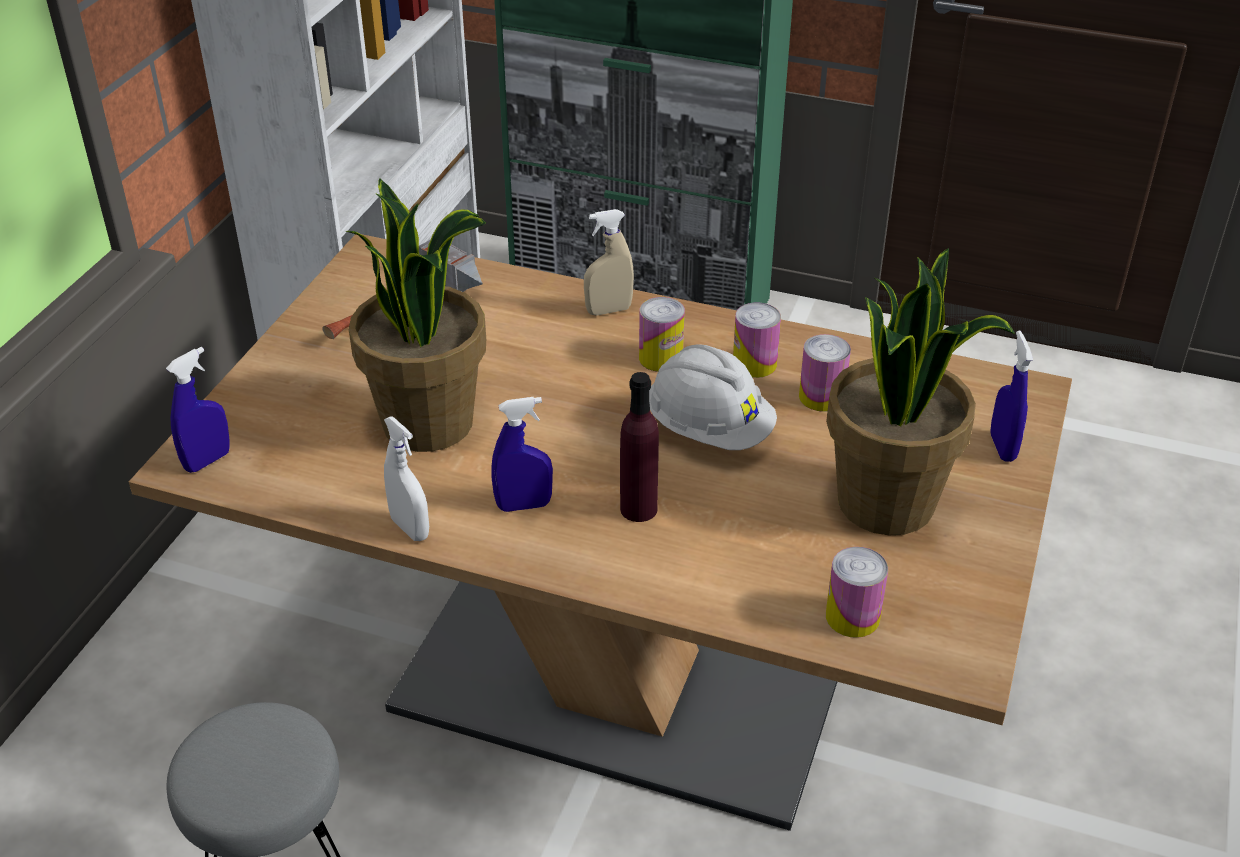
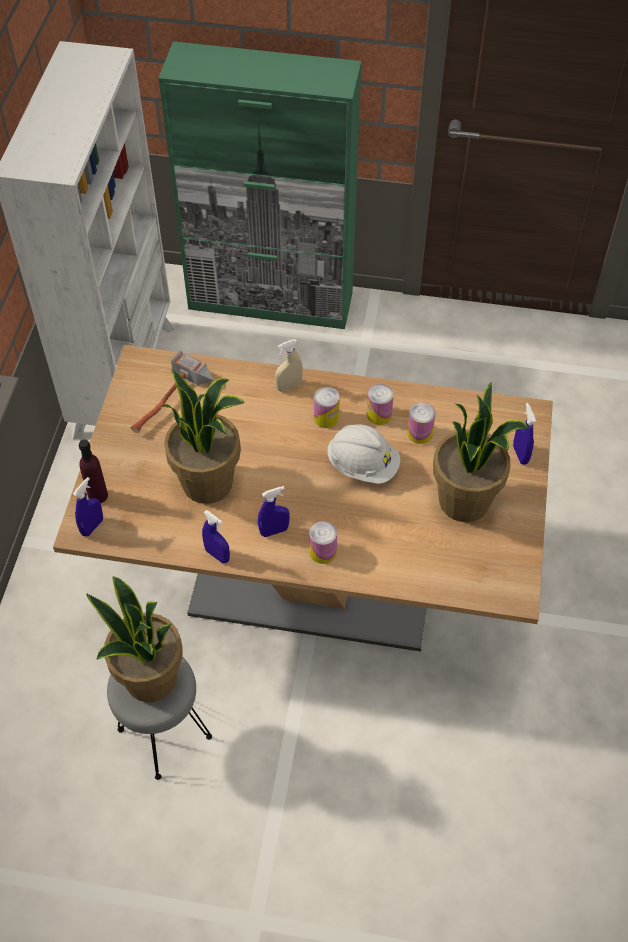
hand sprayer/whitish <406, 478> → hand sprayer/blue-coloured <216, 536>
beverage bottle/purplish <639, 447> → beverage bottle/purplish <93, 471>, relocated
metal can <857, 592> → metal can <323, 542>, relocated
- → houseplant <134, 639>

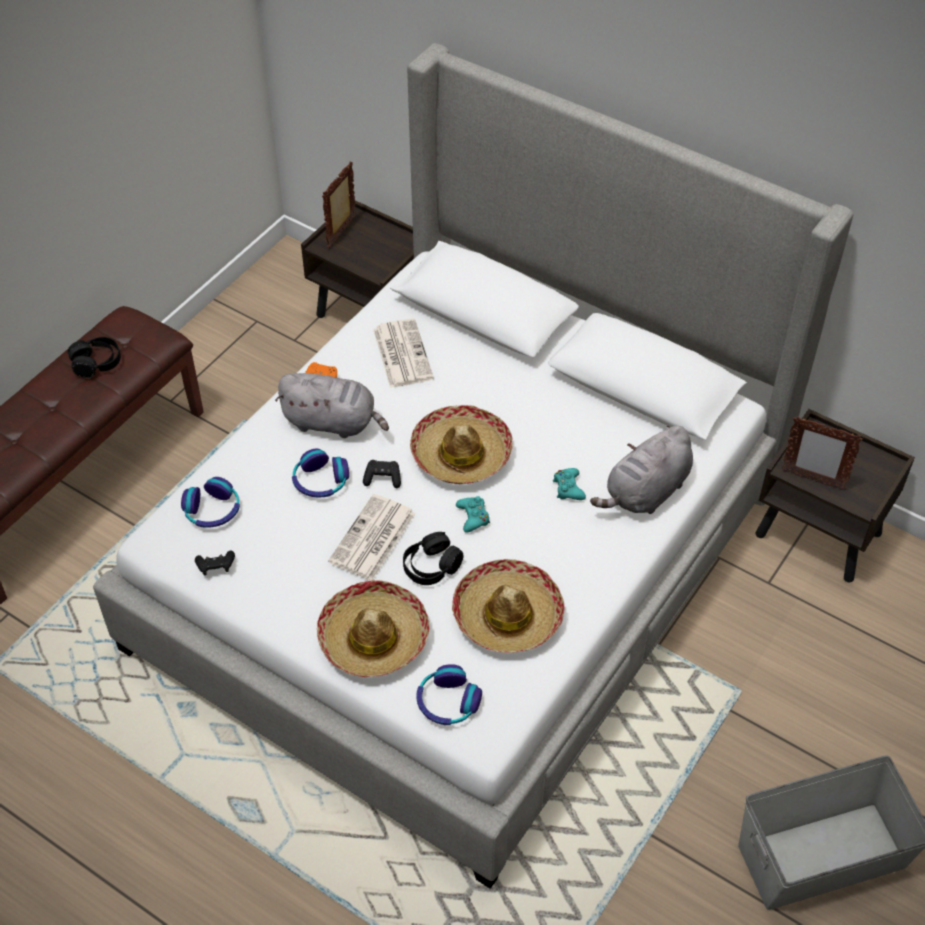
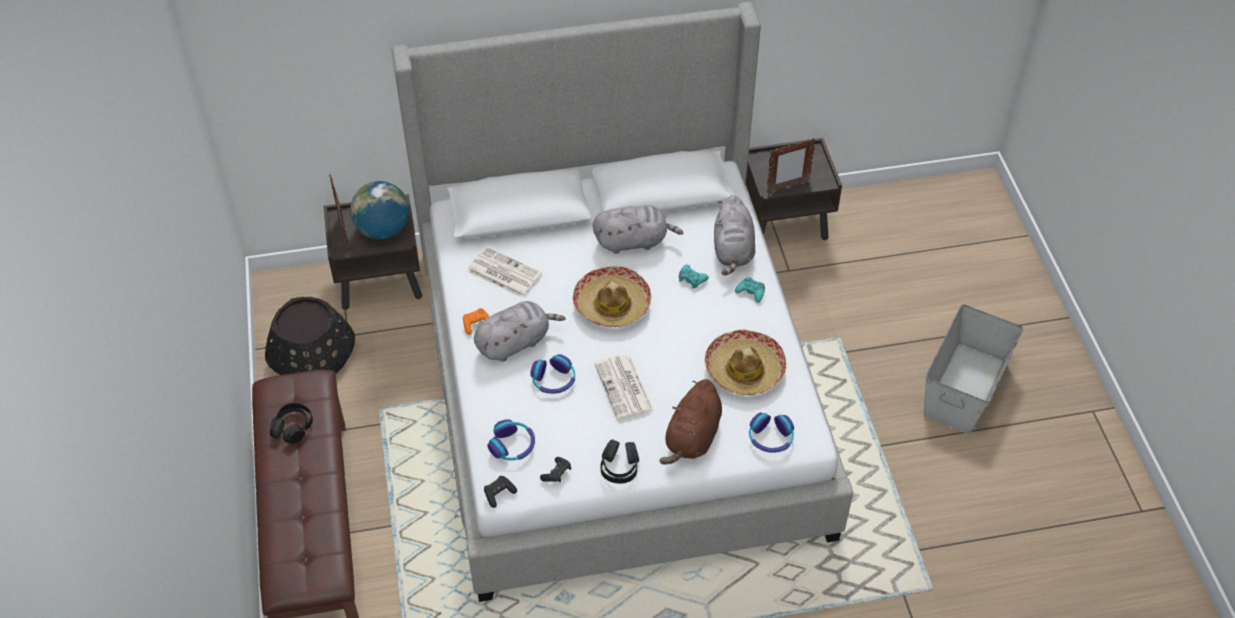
hat <373, 629> → plush toy/brownish <690, 422>
joypad/black <382, 474> → joypad/black <500, 492>, relocated
pair of headphones/black <433, 558> → pair of headphones/black <619, 461>, relocated
joypad/turquoise <473, 514> → joypad/turquoise <750, 290>, relocated
- → flower pot/black <310, 336>
- → desk globe <379, 210>
- → plush toy/greyish <638, 229>

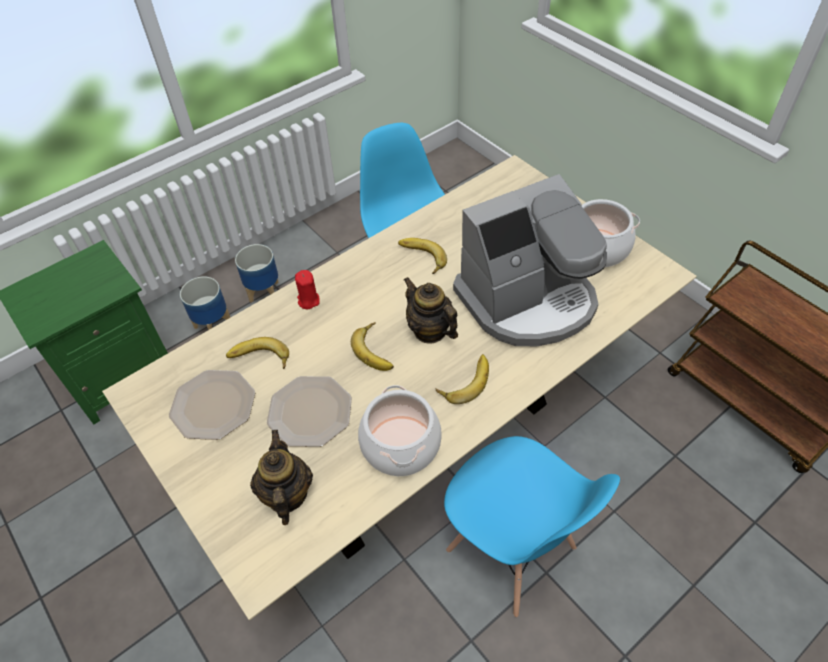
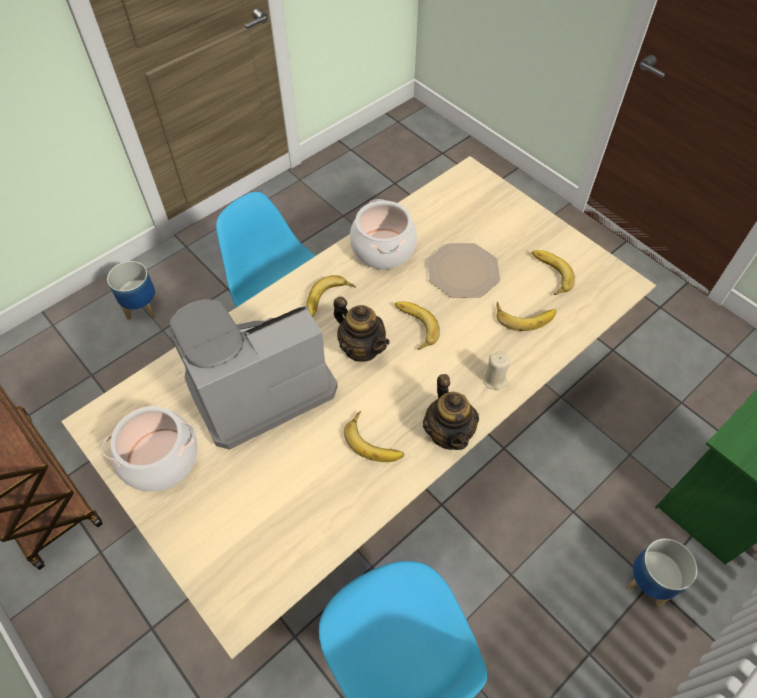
flat dish <212, 405> → whole banana <553, 272>
flower pot <257, 273> → flower pot <132, 290>, relocated
tea pot <281, 477> → tea pot <451, 412>, relocated
candle/red <307, 289> → candle/beige <496, 371>

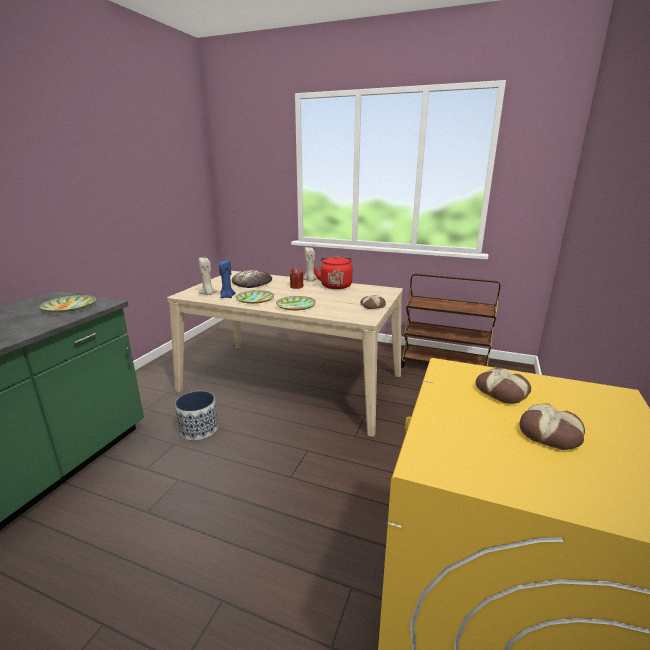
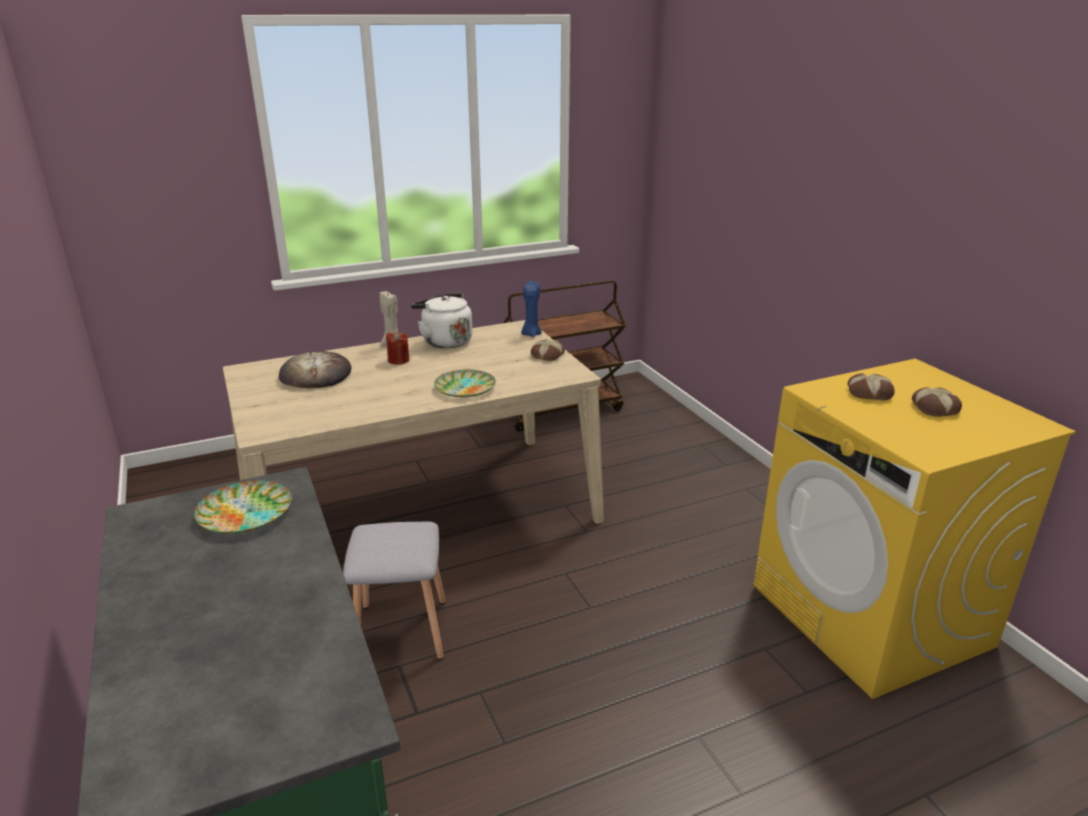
flower pot <196, 415> → stool/greyish <394, 591>
candle/beige <207, 276> → -
candle/blue-coloured <227, 278> → candle/blue-coloured <531, 309>, relocated
flat dish <255, 297> → -
kettle/red <333, 272> → kettle/whitish <441, 320>

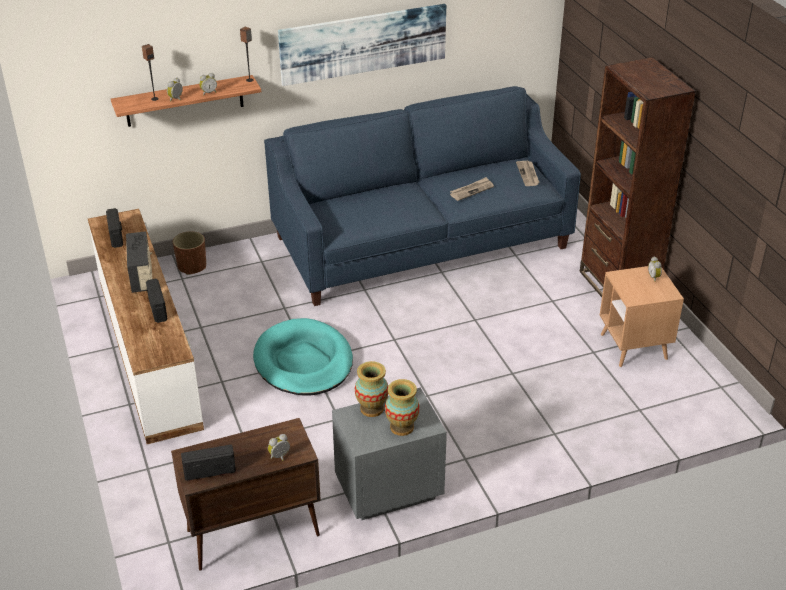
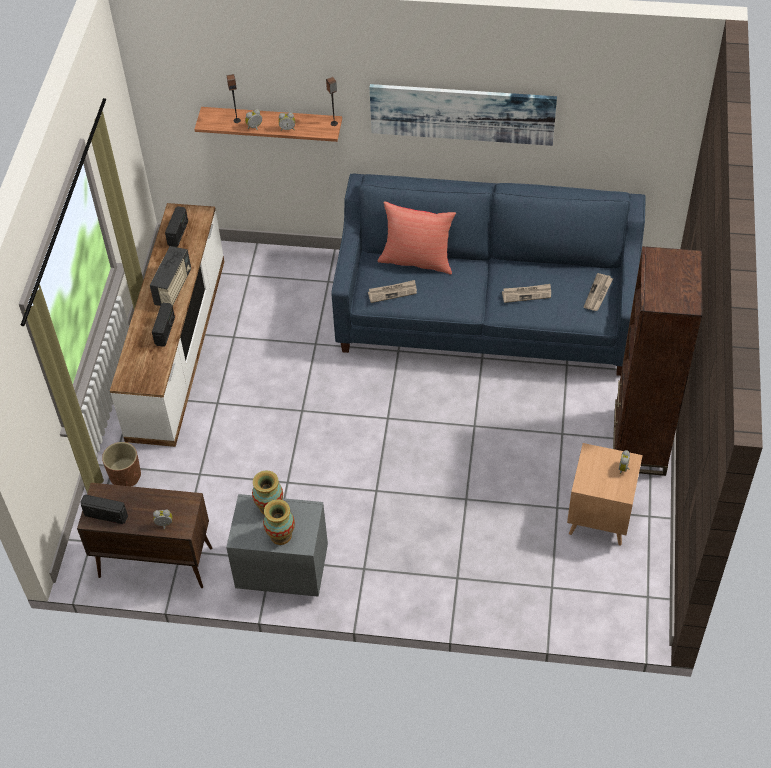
flower pot/brownish <189, 253> → flower pot/brownish <121, 464>, relocated
dog bed/turquoise <303, 356> → -
- → printed paper <392, 291>
- → cushion/red <417, 238>

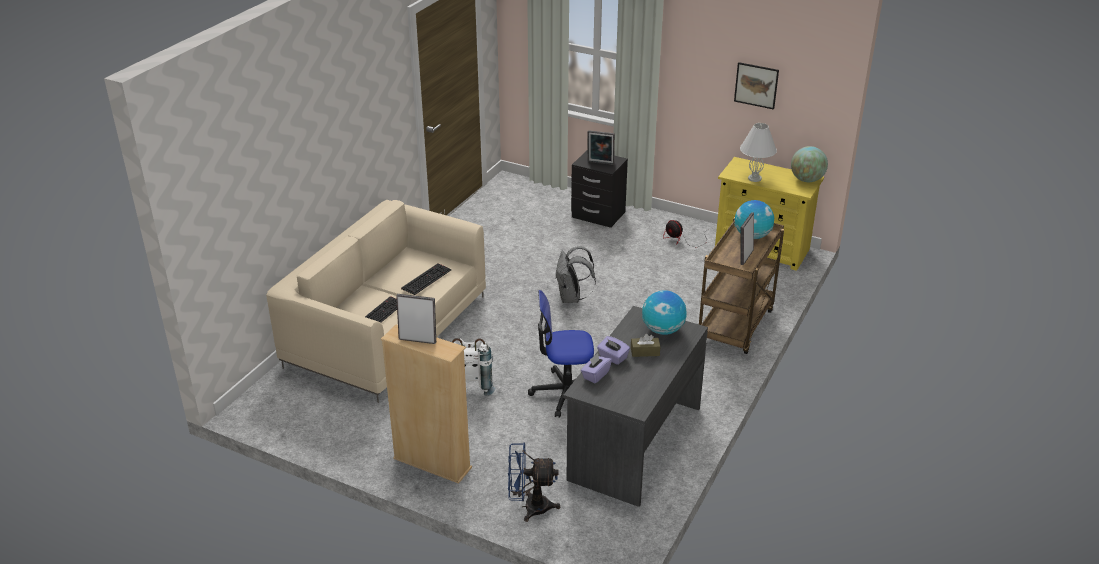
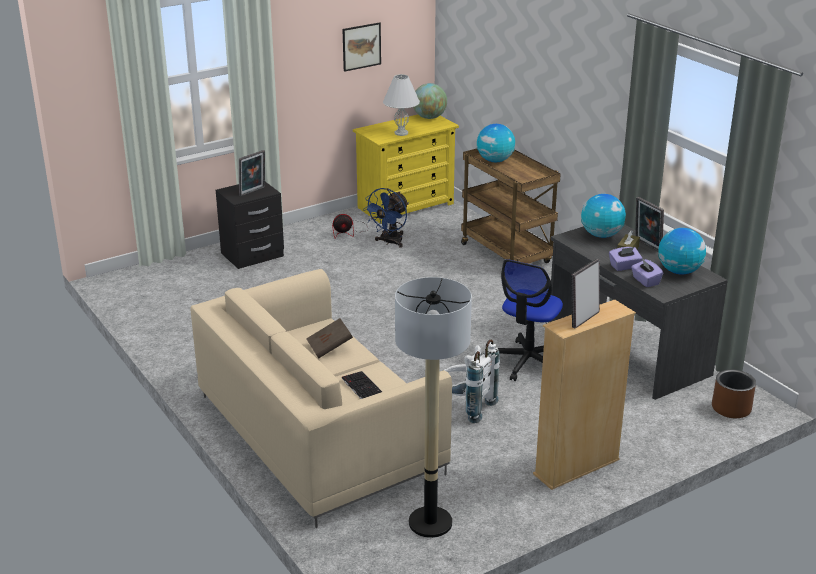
keyboard <426, 279> → book/brownish <329, 338>
cooling fan/blue-coloured <534, 482> → cooling fan/blue-coloured <386, 218>, relocated
rucksack/greyish <575, 274> → -
picture frame <747, 238> → picture frame <649, 224>, relocated
- → standing lamp <433, 407>
- → desk globe <682, 251>
- → flower pot/brownish <734, 393>

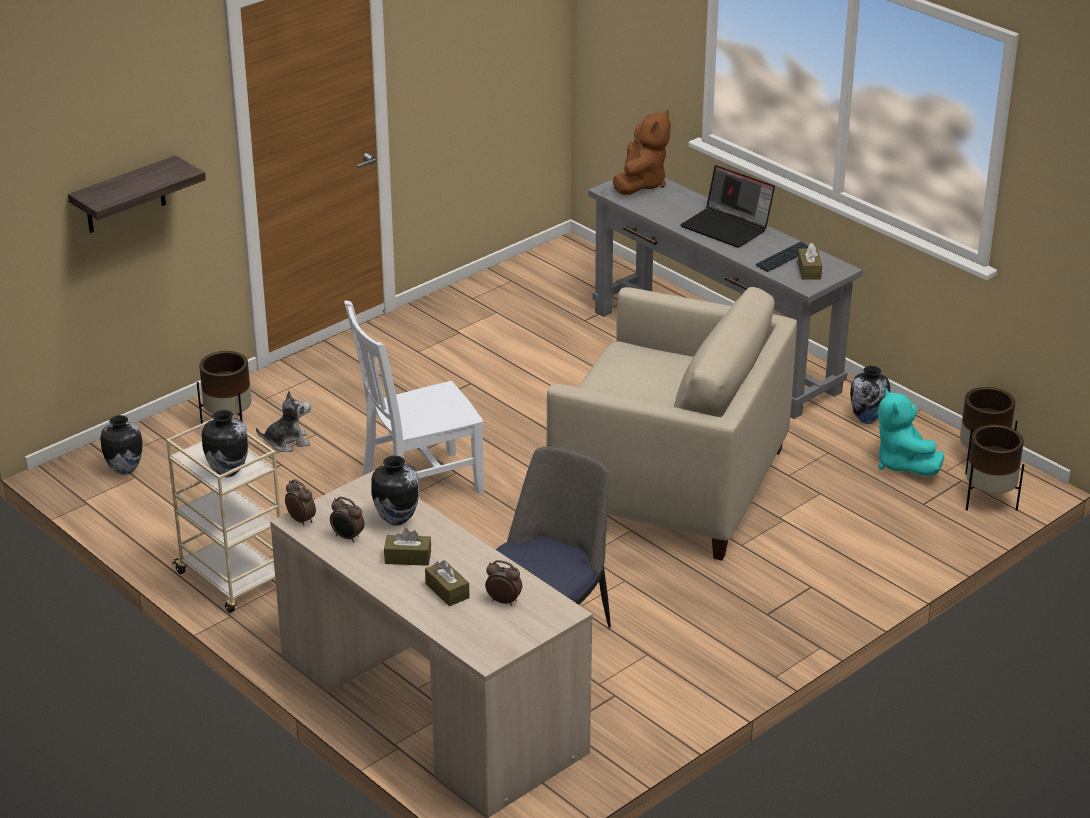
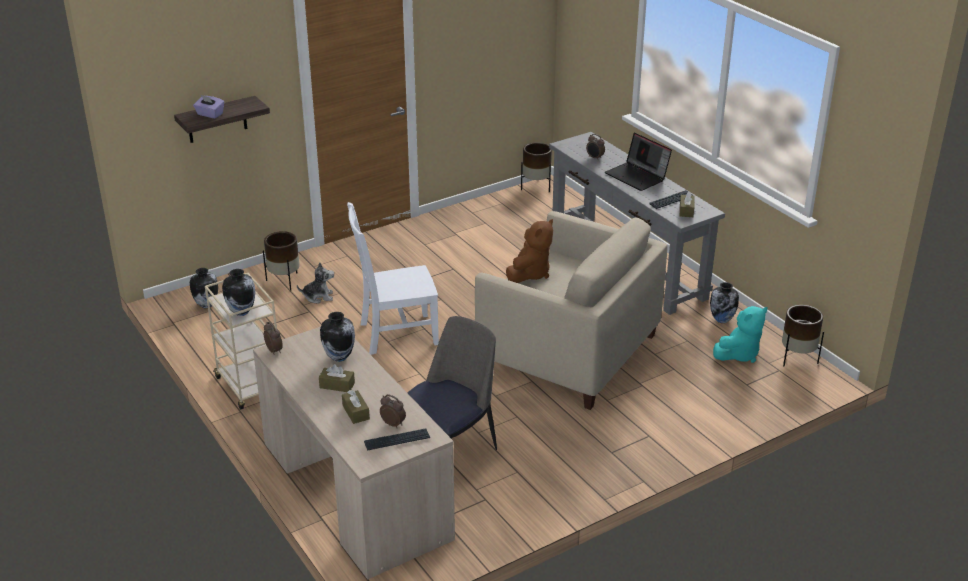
alarm clock <347, 520> → alarm clock <595, 146>, relocated
plush toy/brownish <642, 152> → plush toy/brownish <529, 251>, relocated
plush toy/turquoise <911, 432> → plush toy/turquoise <740, 334>, 120 degrees counterclockwise
flower pot/brownish <995, 468> → flower pot/brownish <536, 167>, relocated
- → tissue box/purplish <208, 106>
- → keyboard <397, 439>

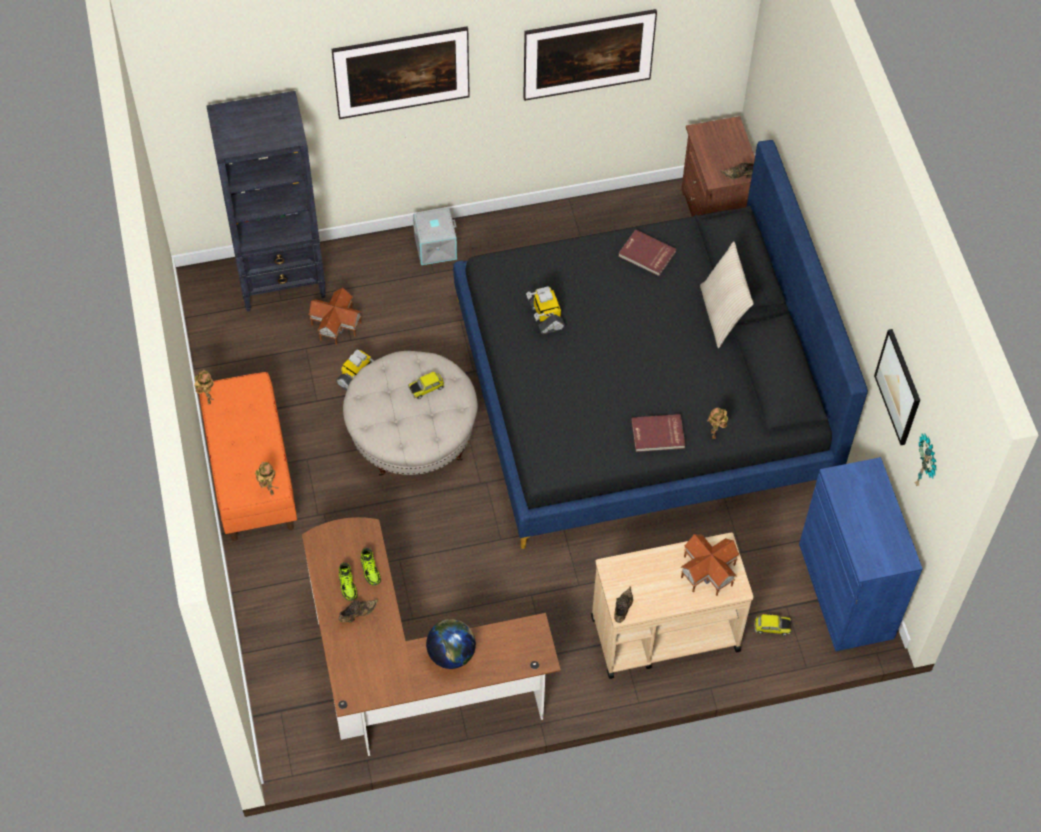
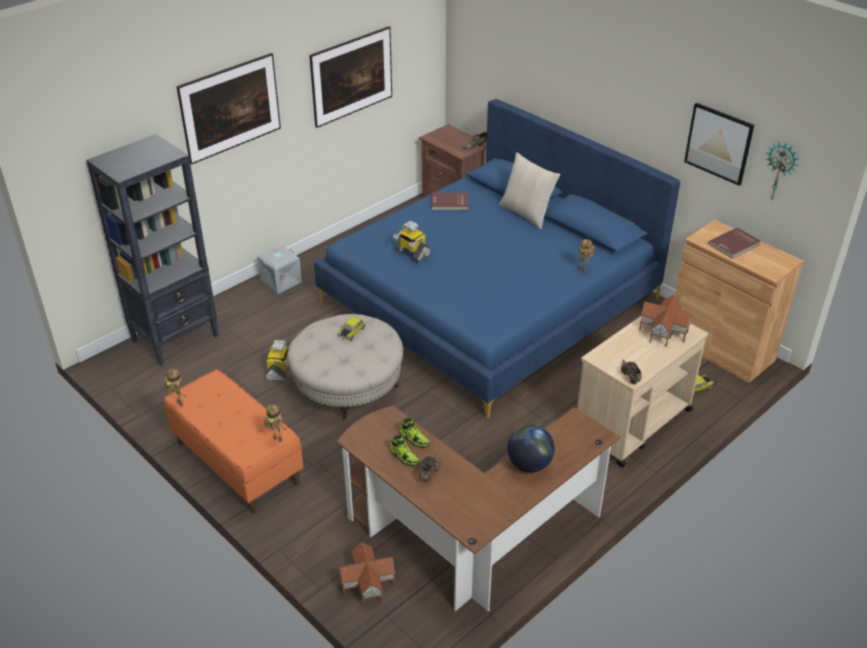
model house <335, 316> → model house <367, 574>, relocated
bed/black <660, 344> → bed/blue-coloured <497, 259>
book/red <658, 433> → book/red <735, 243>, relocated
cupboard/blue-coloured <861, 554> → cupboard/brownish <739, 301>

